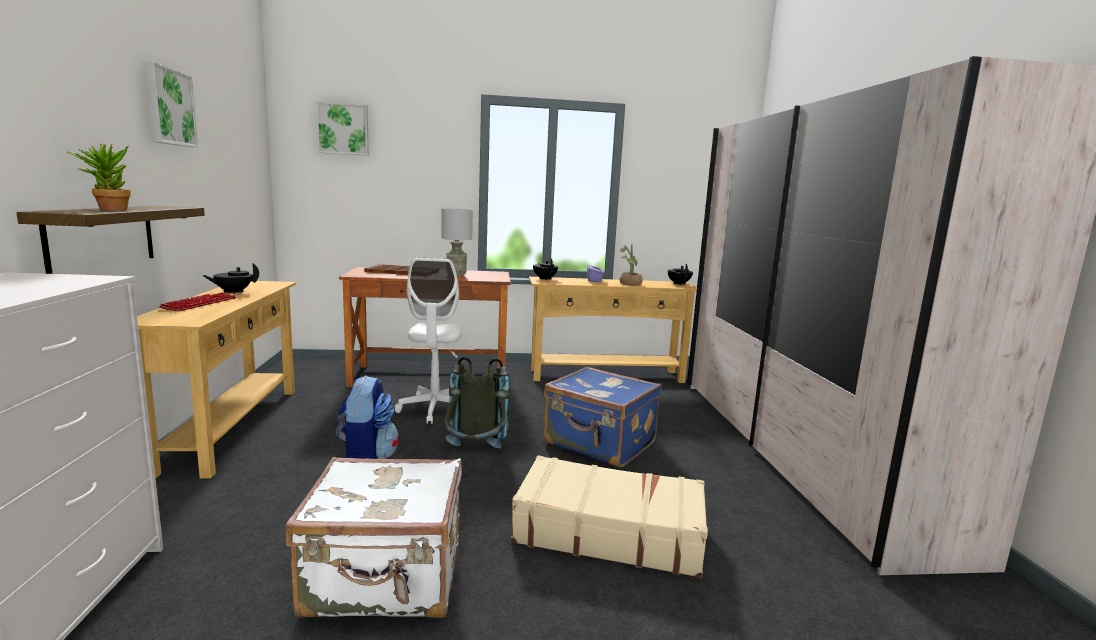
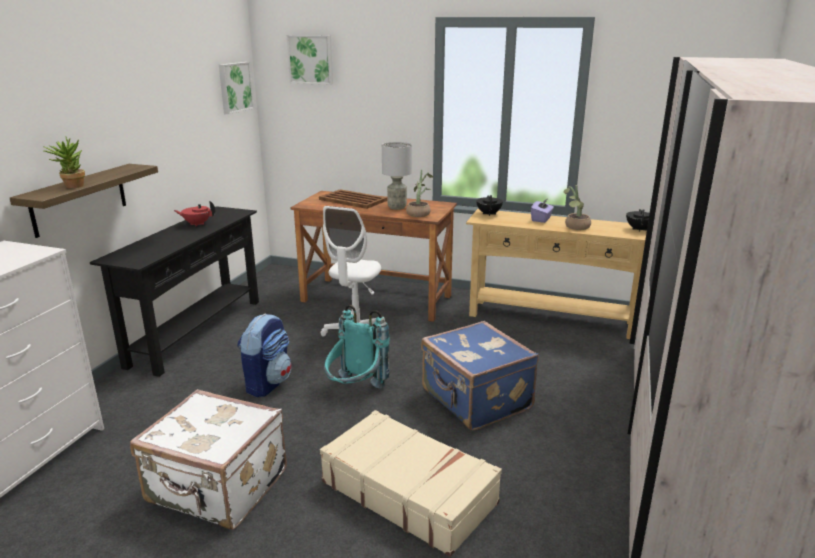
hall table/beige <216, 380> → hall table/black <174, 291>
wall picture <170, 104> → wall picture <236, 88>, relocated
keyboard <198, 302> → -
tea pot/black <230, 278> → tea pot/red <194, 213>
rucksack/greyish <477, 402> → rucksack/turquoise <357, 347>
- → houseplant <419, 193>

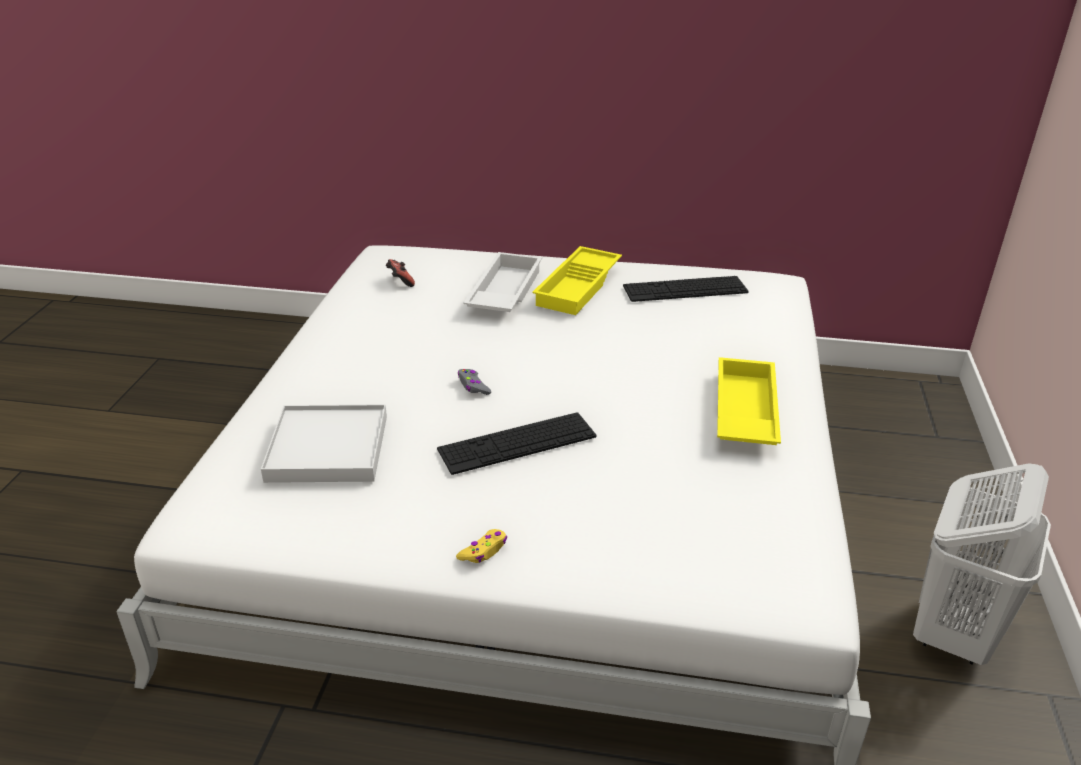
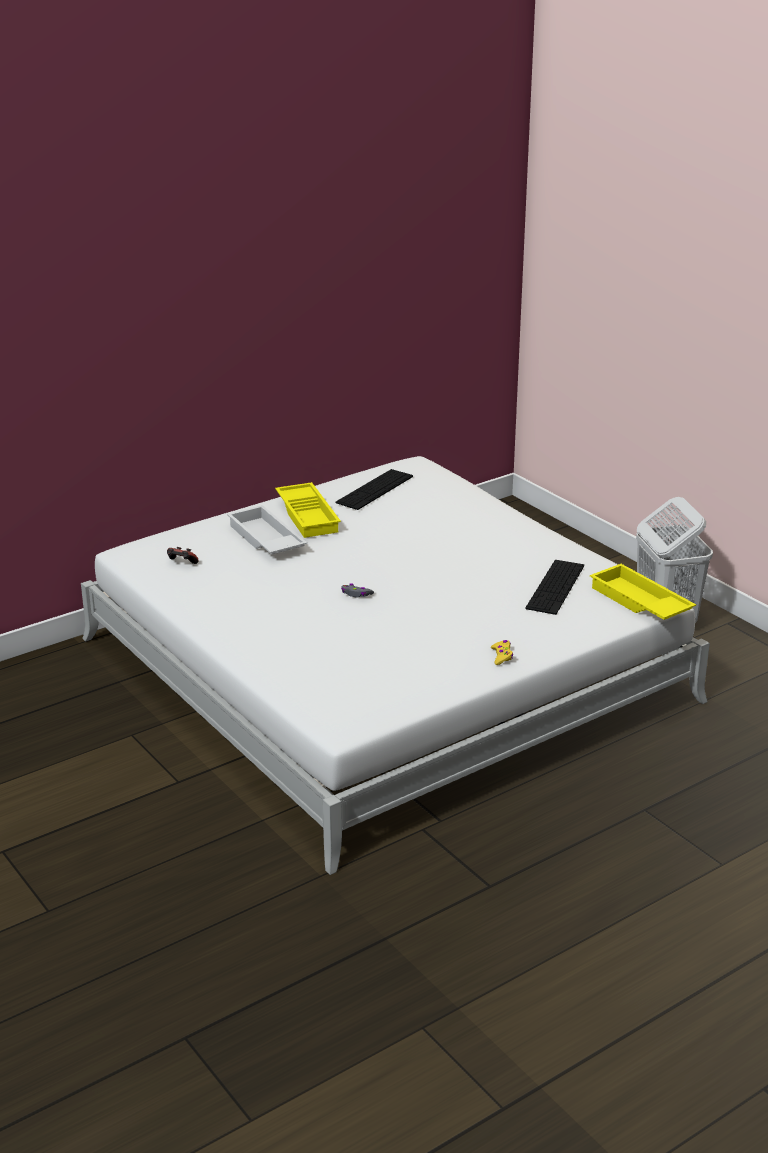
carrying tray/whitish <324, 443> → -
keyboard <516, 443> → keyboard <554, 587>, relocated
carrying tray/yellow <749, 401> → carrying tray/yellow <643, 592>, relocated

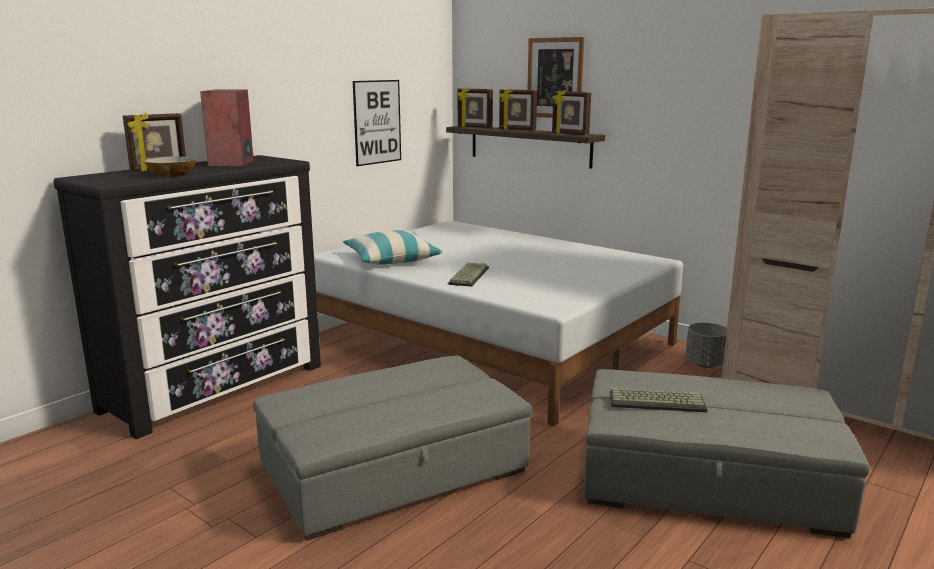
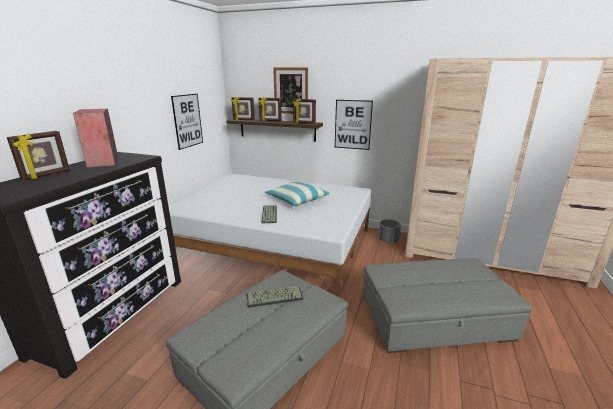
serving bowl <170, 167> → -
cushion <393, 247> → cushion <297, 194>, relocated
keyboard <659, 400> → keyboard <275, 297>, relocated
- → wall picture <354, 125>

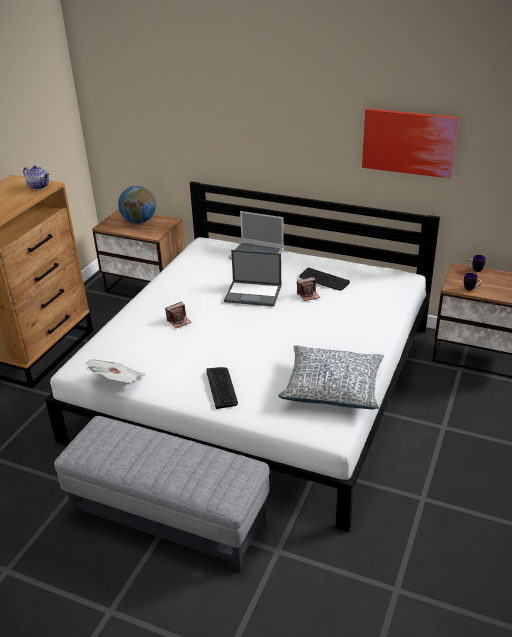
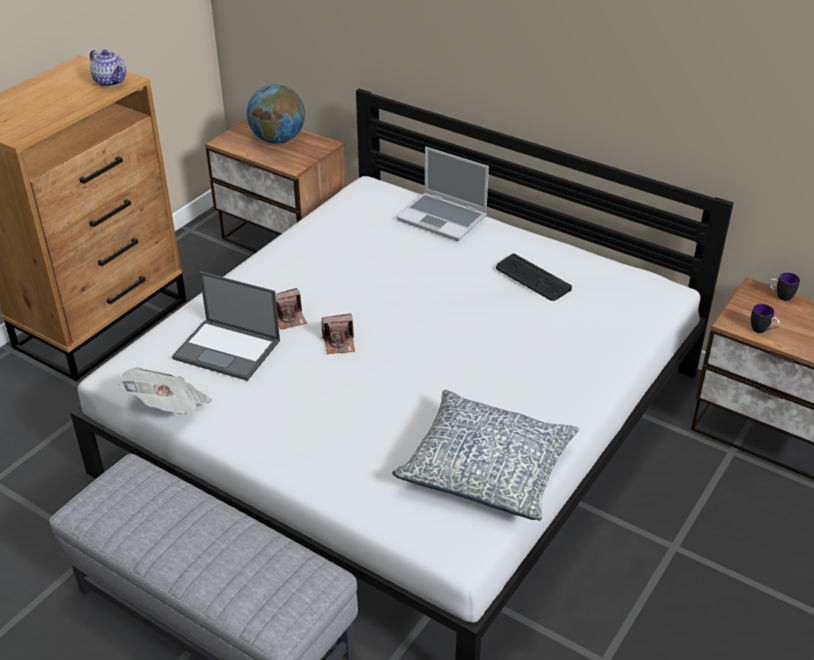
keyboard <222, 388> → -
portable computer <252, 278> → portable computer <226, 326>, relocated
still camera <308, 289> → still camera <338, 333>, relocated
wall picture <410, 143> → -

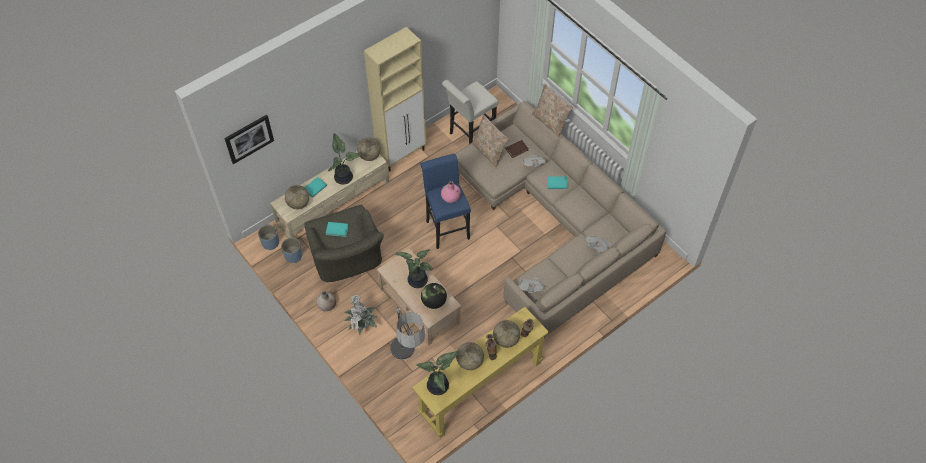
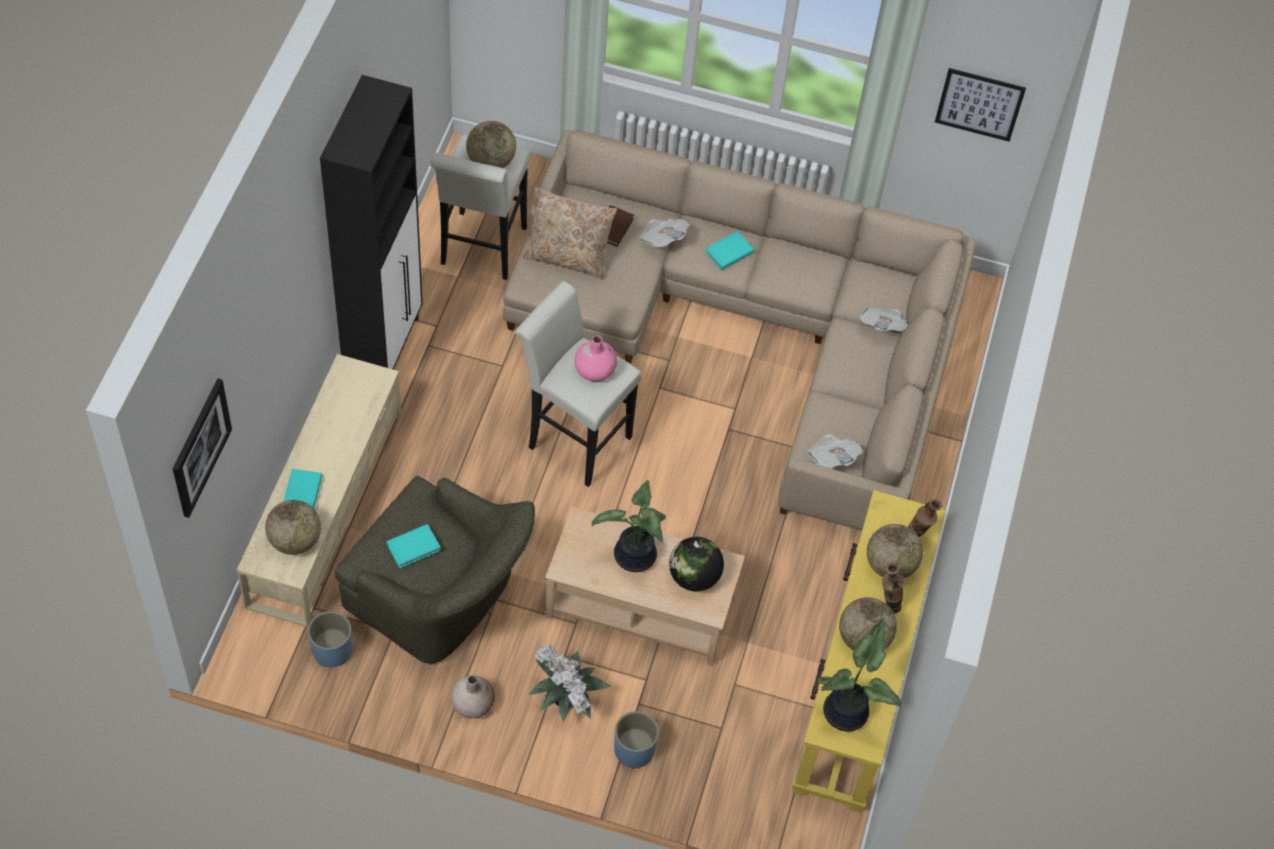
flower pot/blue-coloured <268, 237> → flower pot/blue-coloured <636, 739>, relocated
houseplant <344, 159> → -
desk globe <369, 149> → desk globe <491, 144>, relocated
cupboard/beige <395, 99> → cupboard/black <371, 222>
standing lamp <407, 333> → -
stool/blue-coloured <445, 201> → stool/whitish <578, 384>
cushion/beige <552, 111> → -
- → wall picture <980, 105>

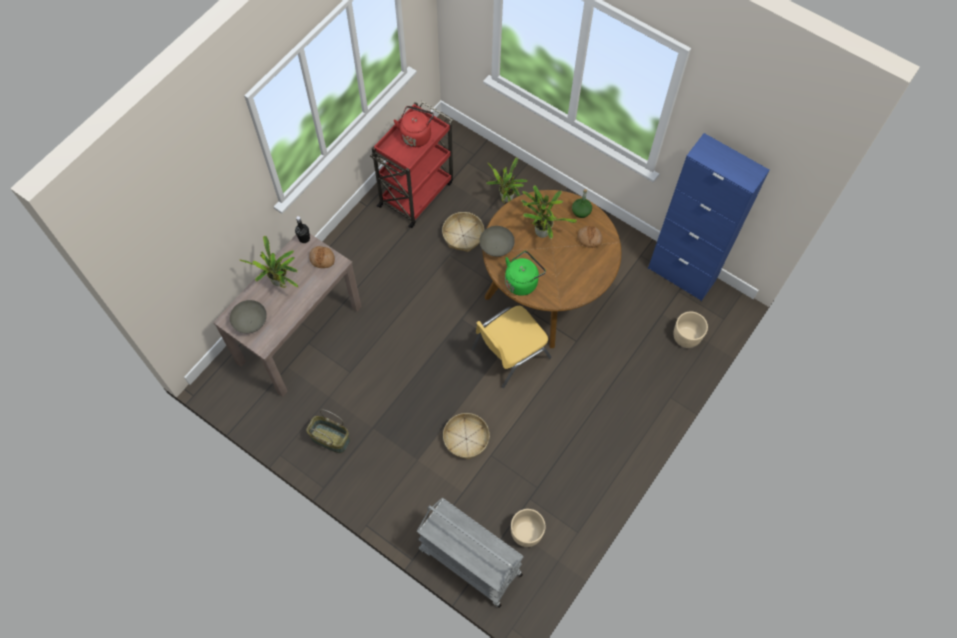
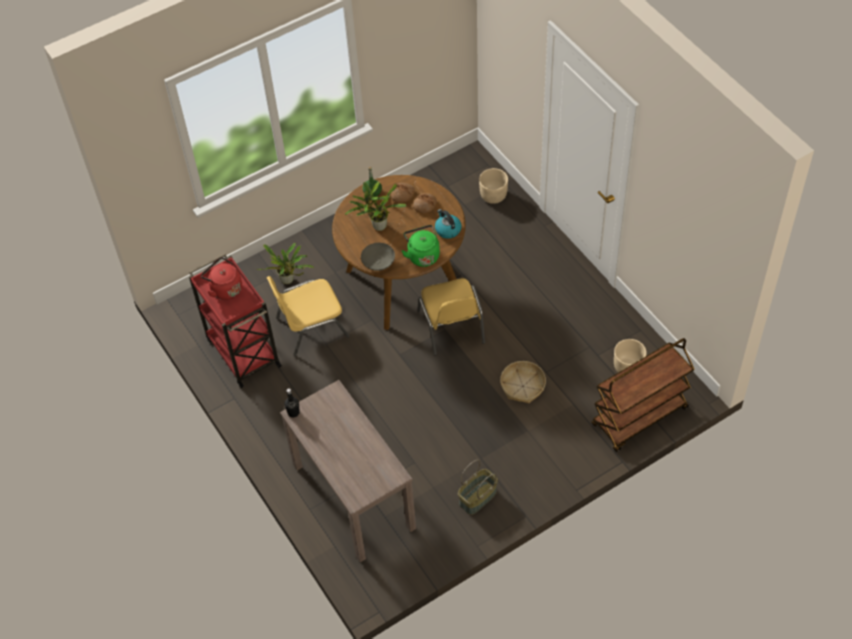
serving bowl/greyish <248, 316> → -
houseplant <269, 262> → -
bread <322, 257> → bread <425, 203>, relocated
trolley/greyish <470, 553> → trolley/brownish <643, 395>
basket <463, 232> → upright chair/yellow <308, 316>
cupboard/blue-coloured <708, 217> → -
- → kettle <448, 224>

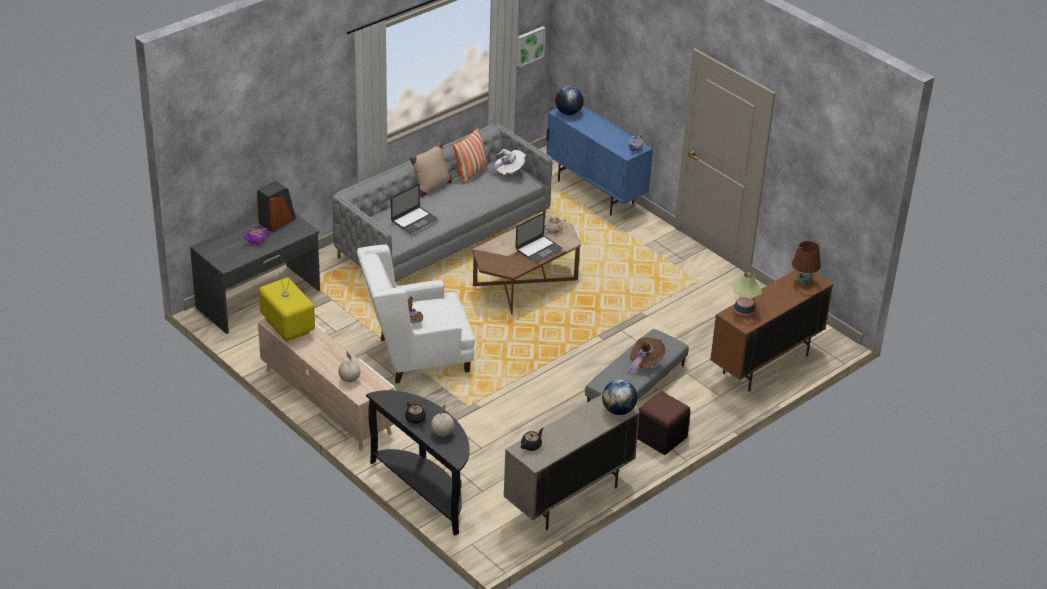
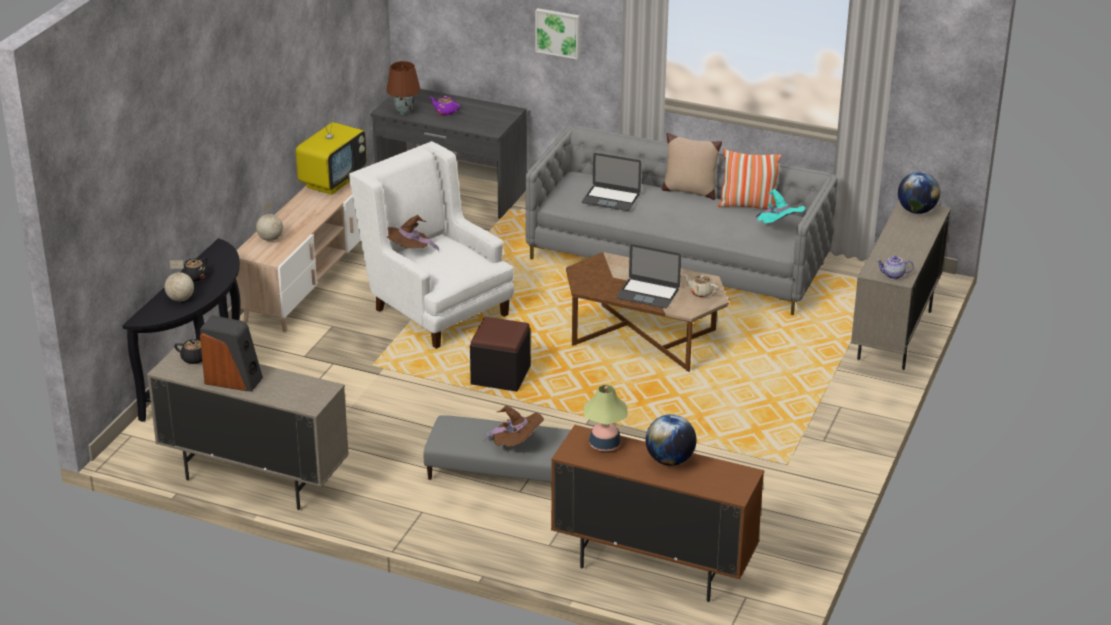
loudspeaker <276, 206> → loudspeaker <231, 353>, relocated
hat/whitish <507, 162> → hat/turquoise <780, 206>
wall picture <531, 46> → wall picture <557, 33>, relocated
cupboard/blue-coloured <599, 160> → cupboard/beige <901, 285>
desk globe <619, 397> → desk globe <670, 440>, relocated
footrest/black <664, 423> → footrest/black <500, 354>, relocated
lamp for a table/brownish <806, 263> → lamp for a table/brownish <403, 88>, relocated

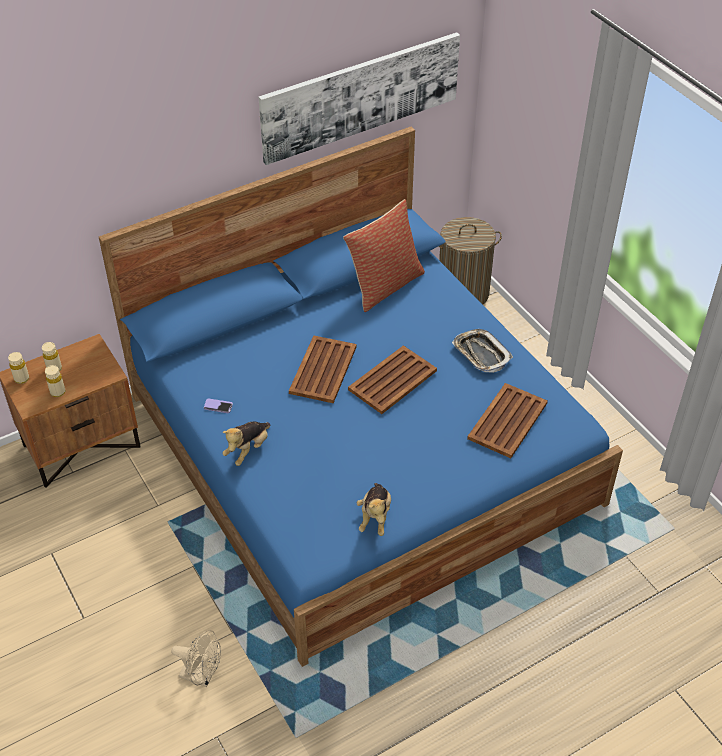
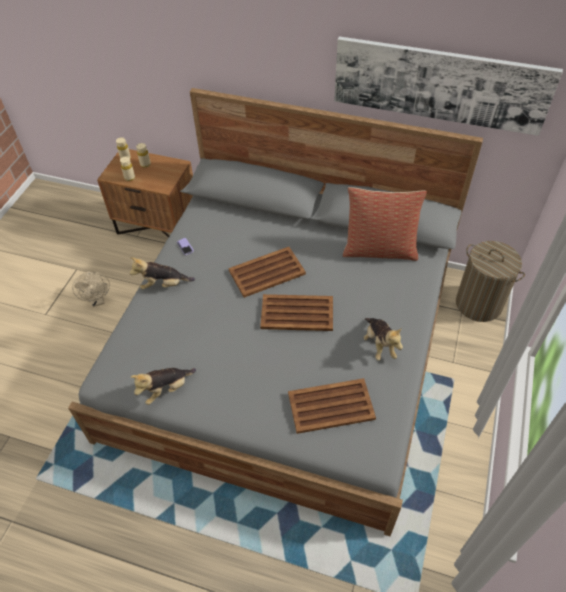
bed/blue-coloured <361, 397> → bed/greyish <275, 312>
cooling fan/beige <196, 658> → cooling fan/beige <91, 289>, relocated
carrying tray <482, 351> → plush toy <383, 339>

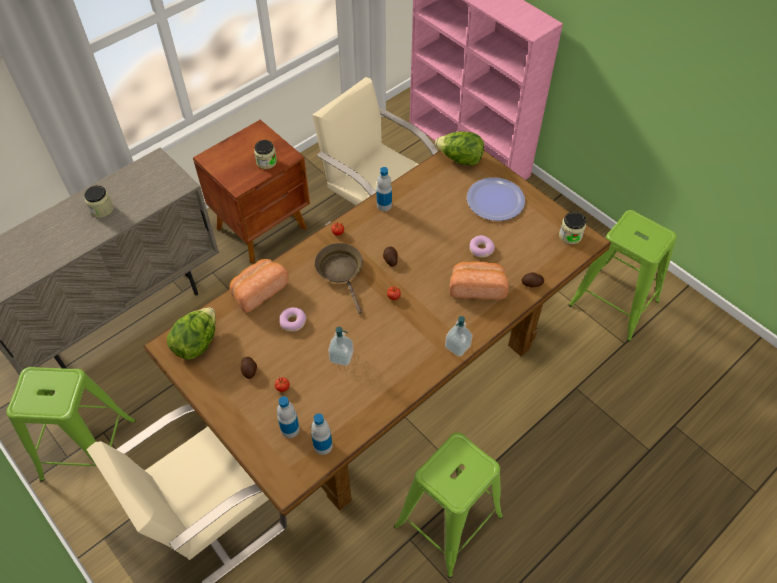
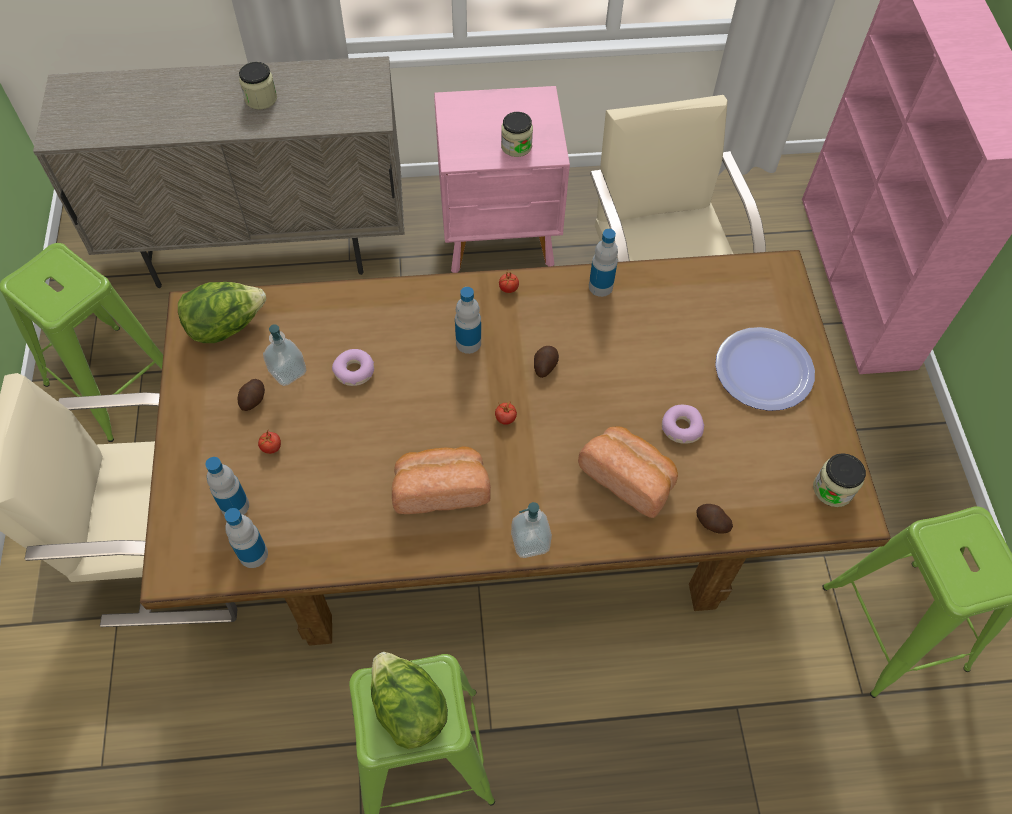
bedside table/brownish <251, 191> → bedside table/pink <502, 179>
bread <259, 286> → bread <441, 480>, relocated
frying pan/brownish <339, 278> → beverage bottle <468, 320>
liquid soap bottle <341, 346> → liquid soap bottle <284, 355>, relocated
lettuce head <459, 148> → lettuce head <409, 700>, relocated

